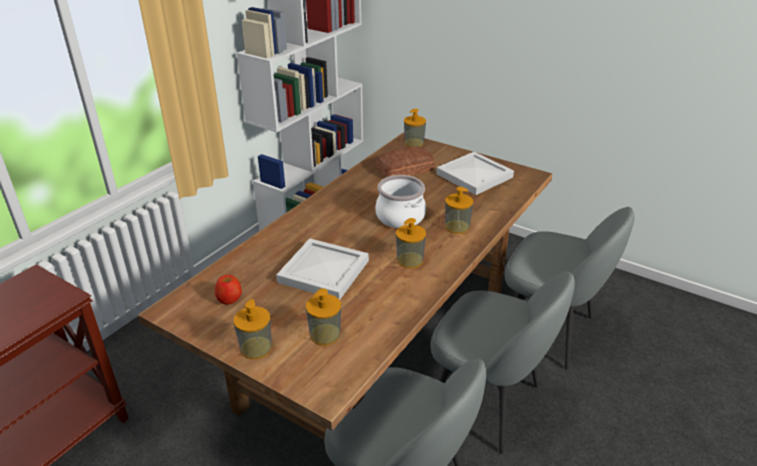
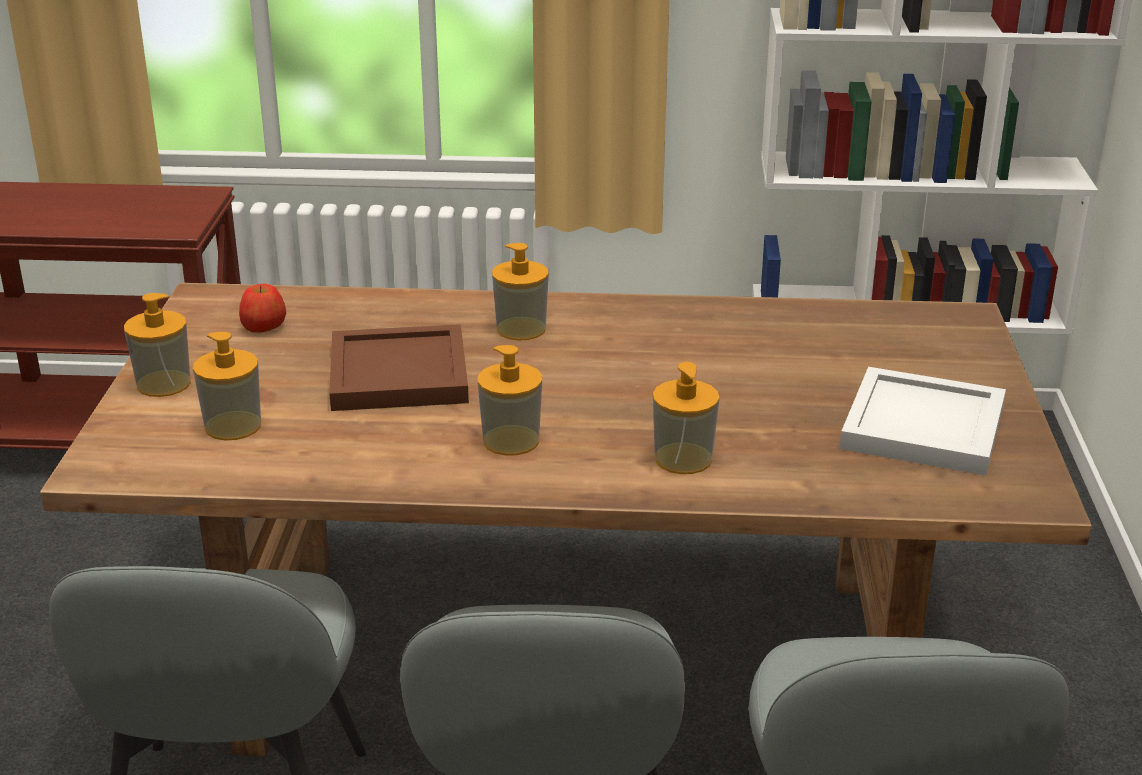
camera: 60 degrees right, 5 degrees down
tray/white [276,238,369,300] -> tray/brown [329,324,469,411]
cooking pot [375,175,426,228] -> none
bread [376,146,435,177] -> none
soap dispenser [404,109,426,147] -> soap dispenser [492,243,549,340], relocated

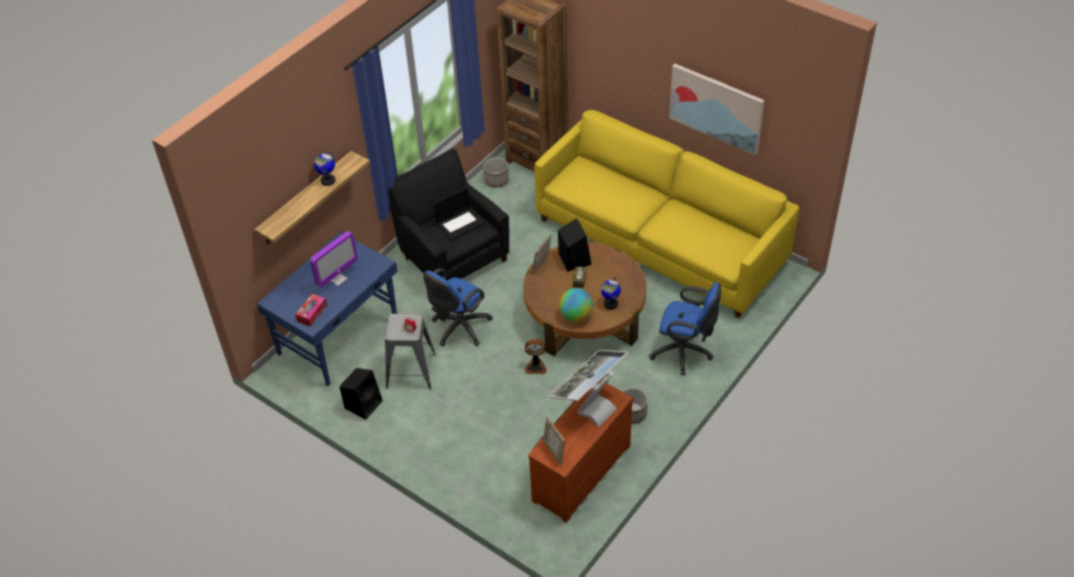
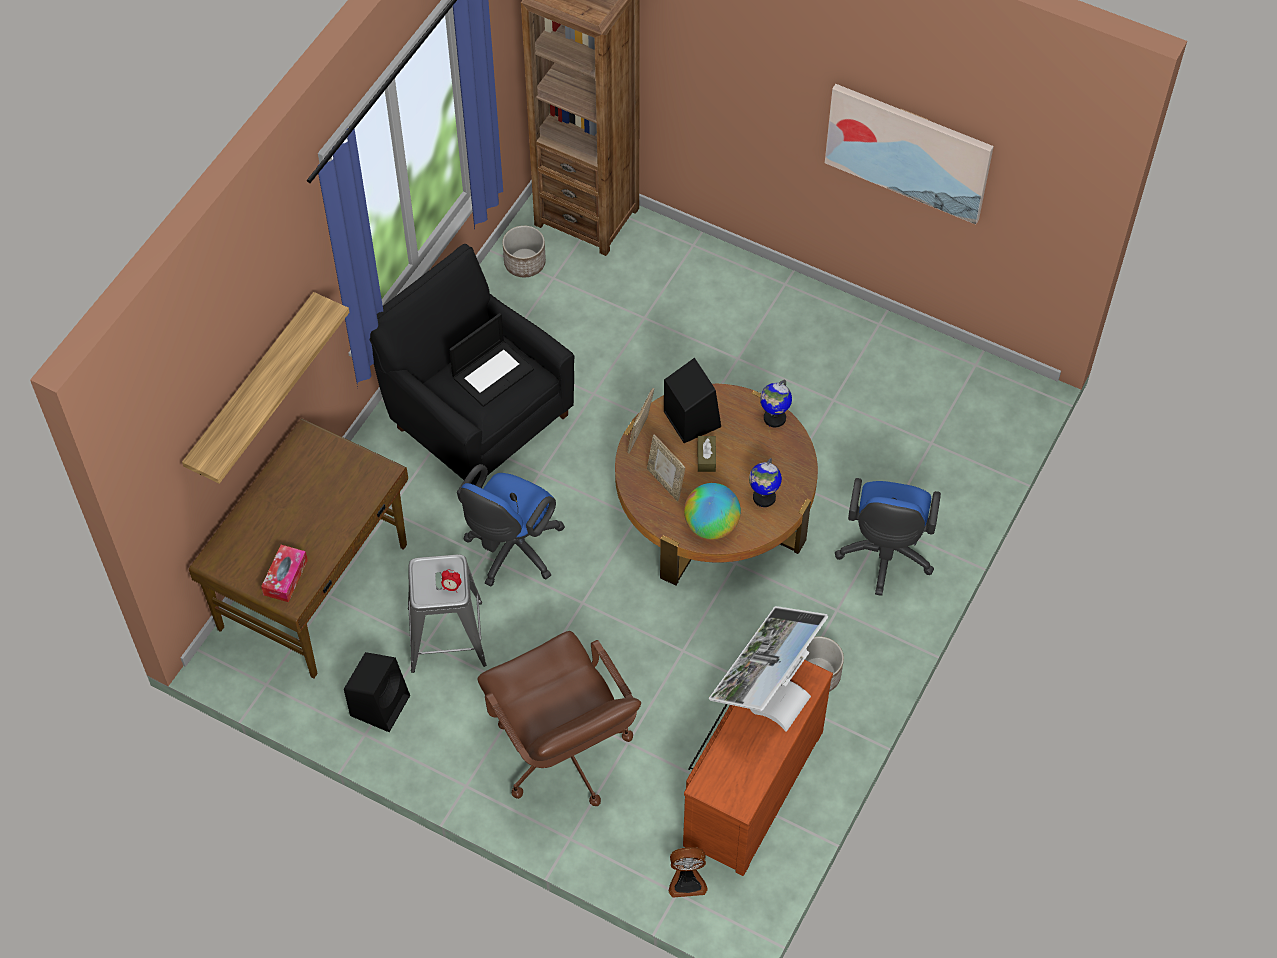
camera: 10 degrees left, 10 degrees up
desk/blue [257,232,397,386] -> desk/brown [189,418,408,679]
monitor [310,231,358,287] -> none
globe [314,152,335,186] -> globe [760,380,792,428], relocated
fan [524,339,547,374] -> fan [669,847,708,898], relocated
sofa/yellow [535,110,799,319] -> none
picture frame [543,416,565,465] -> picture frame [647,434,685,501], relocated
office chair/blue [649,282,721,375] -> office chair/blue [835,478,941,596], 90 degrees clockwise
none -> office chair/brown [477,631,641,806]

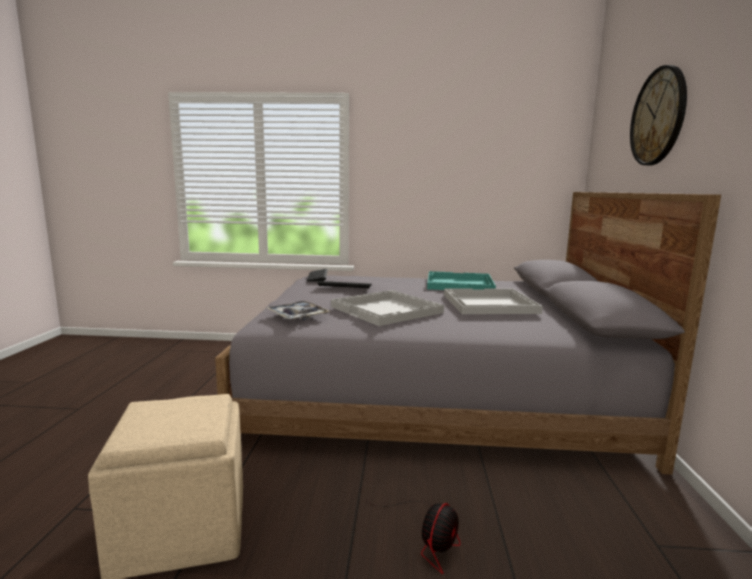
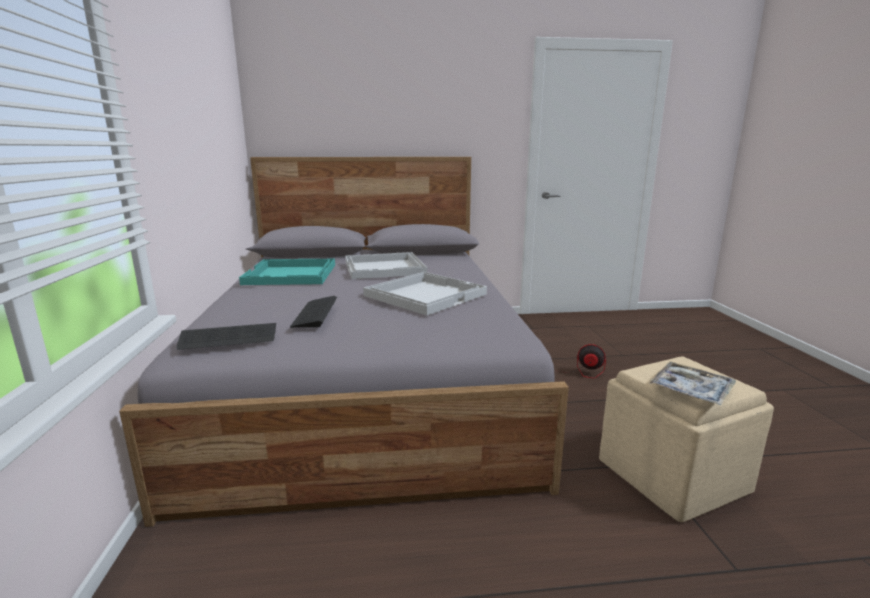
camera: 100 degrees left, 5 degrees up
tray [267,301,330,320] -> tray [649,361,736,405], relocated
wall clock [630,65,687,165] -> none

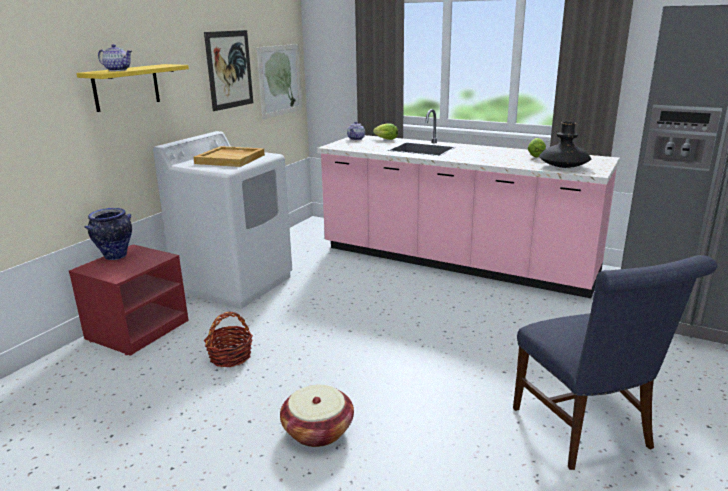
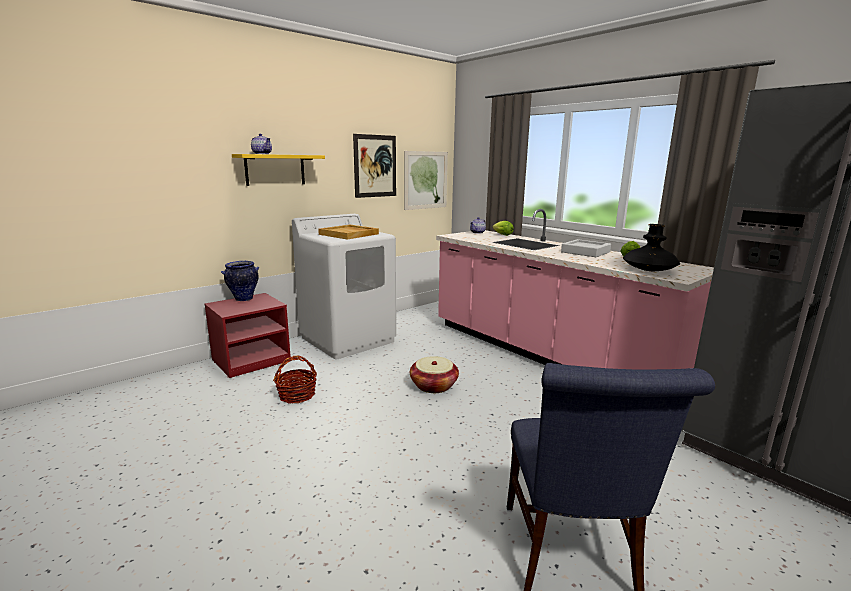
camera: 20 degrees right, 5 degrees down
basket [280,385,354,447] -> basket [410,356,459,393], relocated
none -> tray/grey [561,239,611,257]

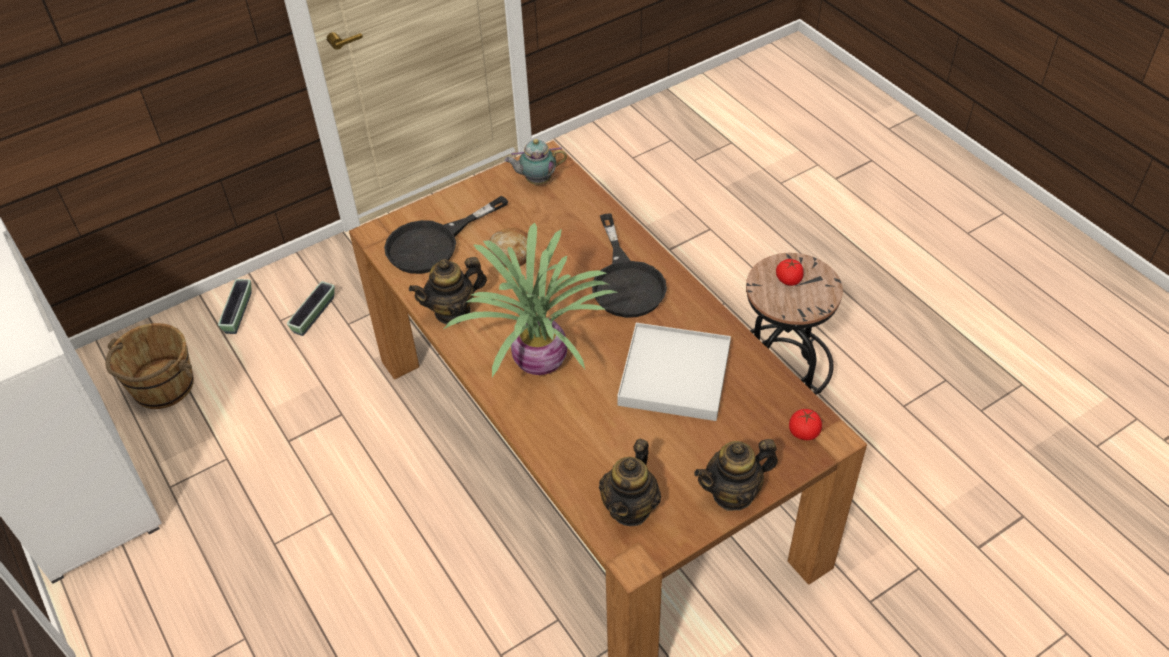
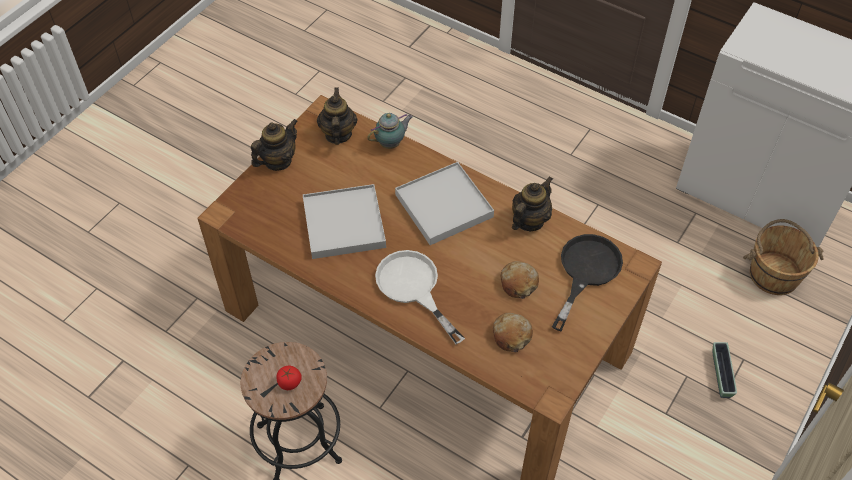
camera: 155 degrees right, 5 degrees up
planter [218,279,252,334] -> none
potted plant [444,222,617,377] -> tray/white [395,162,494,245]
teapot [504,139,567,185] -> teapot [367,113,413,149], relocated
frying pan/black [592,213,667,318] -> frying pan/white [375,250,465,344]
tomato [789,409,822,440] -> none
none -> bread [493,313,533,353]

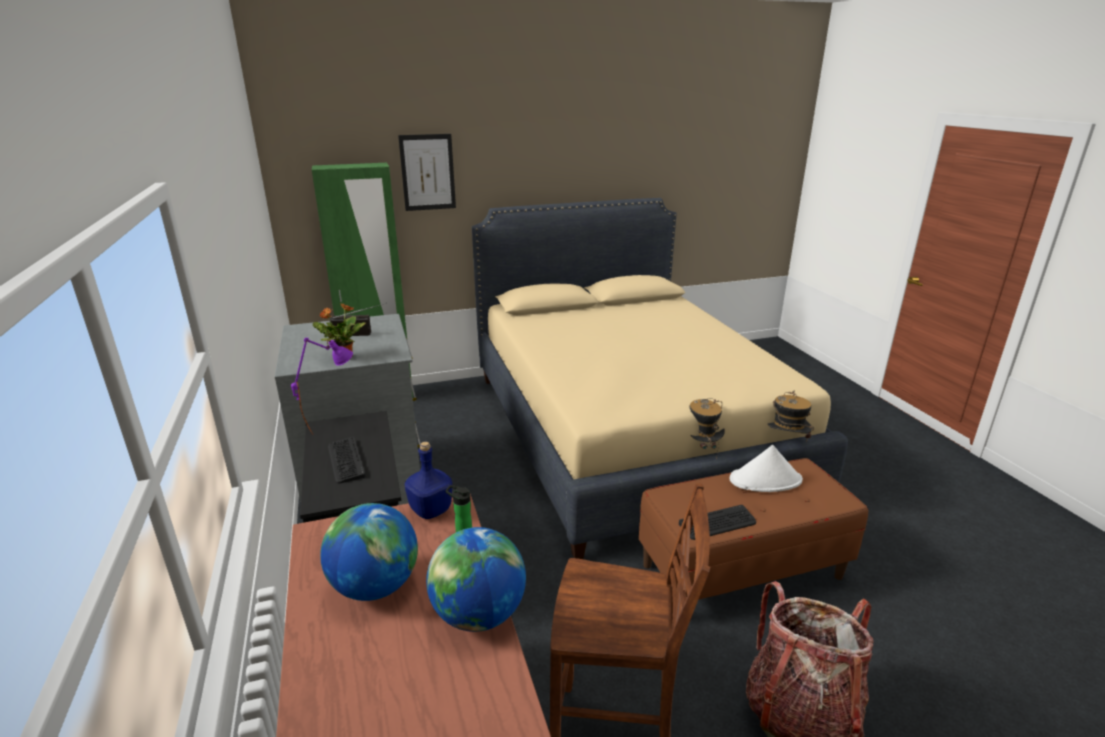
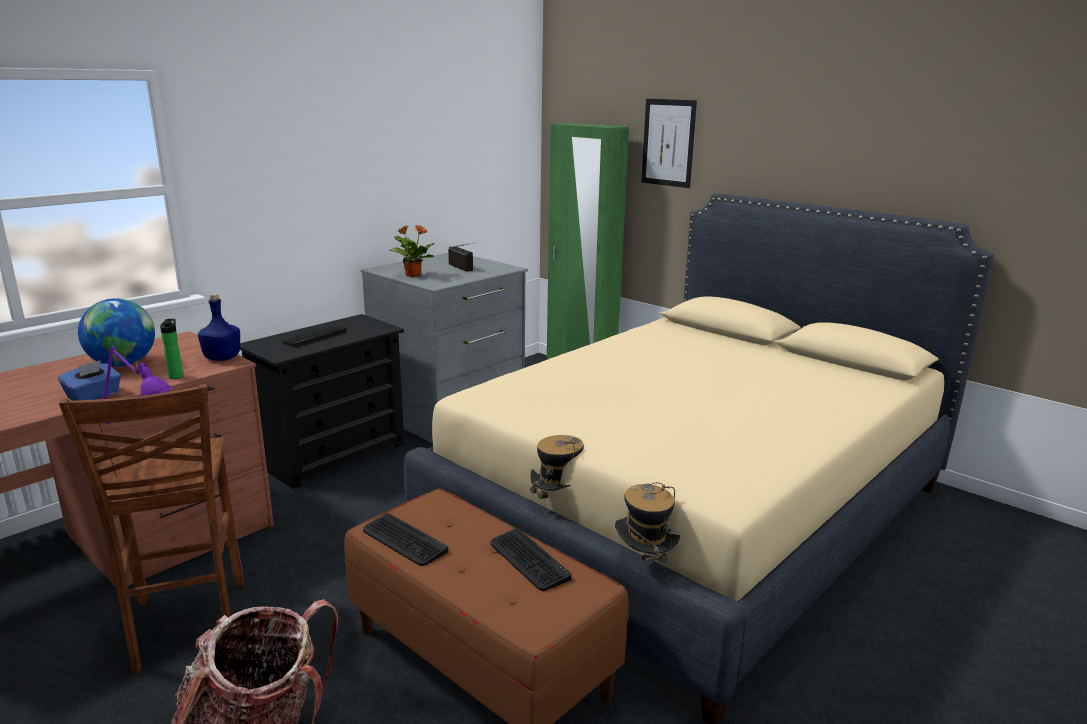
camera: 60 degrees right, 5 degrees down
table lamp/purple [291,337,353,435] -> table lamp/purple [99,346,173,478], relocated
globe [426,527,526,632] -> tissue box/blue [58,360,121,401]
hat/white [730,445,803,492] -> keyboard [491,528,572,591]

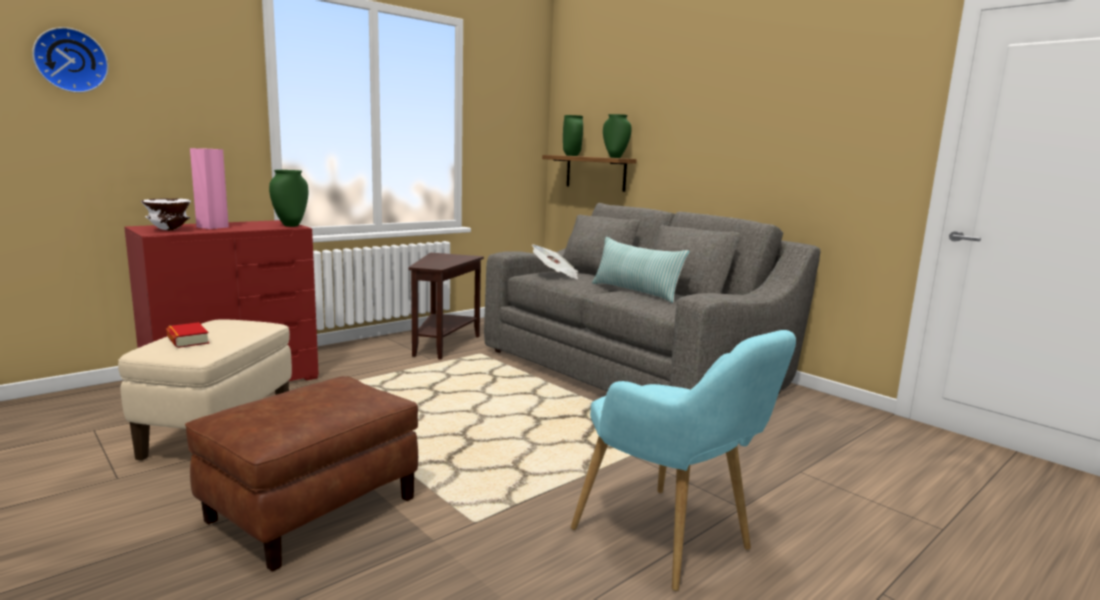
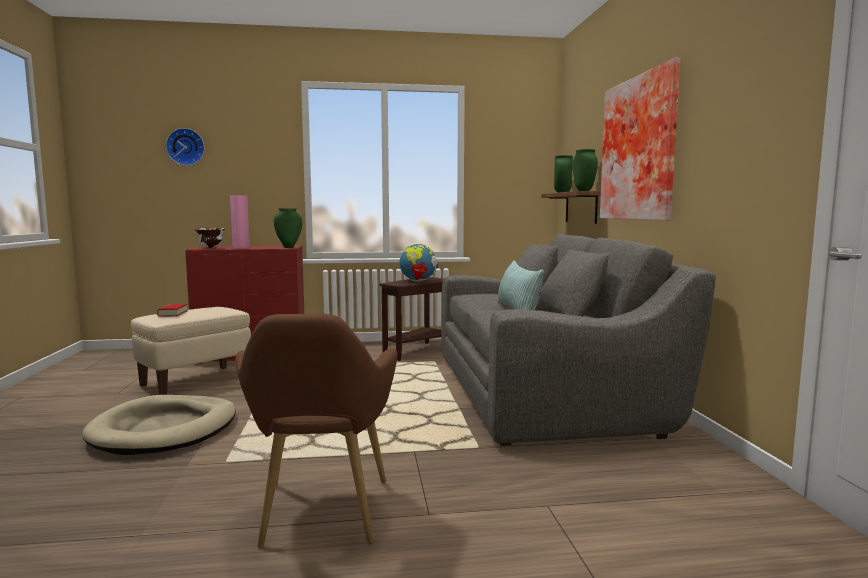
camera: 35 degrees right, 5 degrees down
ottoman/brown [185,376,418,572] -> dog bed/beige [82,395,236,455]
newspaper [532,244,578,279] -> none
armchair/turquoise [571,330,796,591] -> armchair/brown [235,314,398,548]
none -> globe [400,244,438,282]
none -> picture [600,57,680,220]

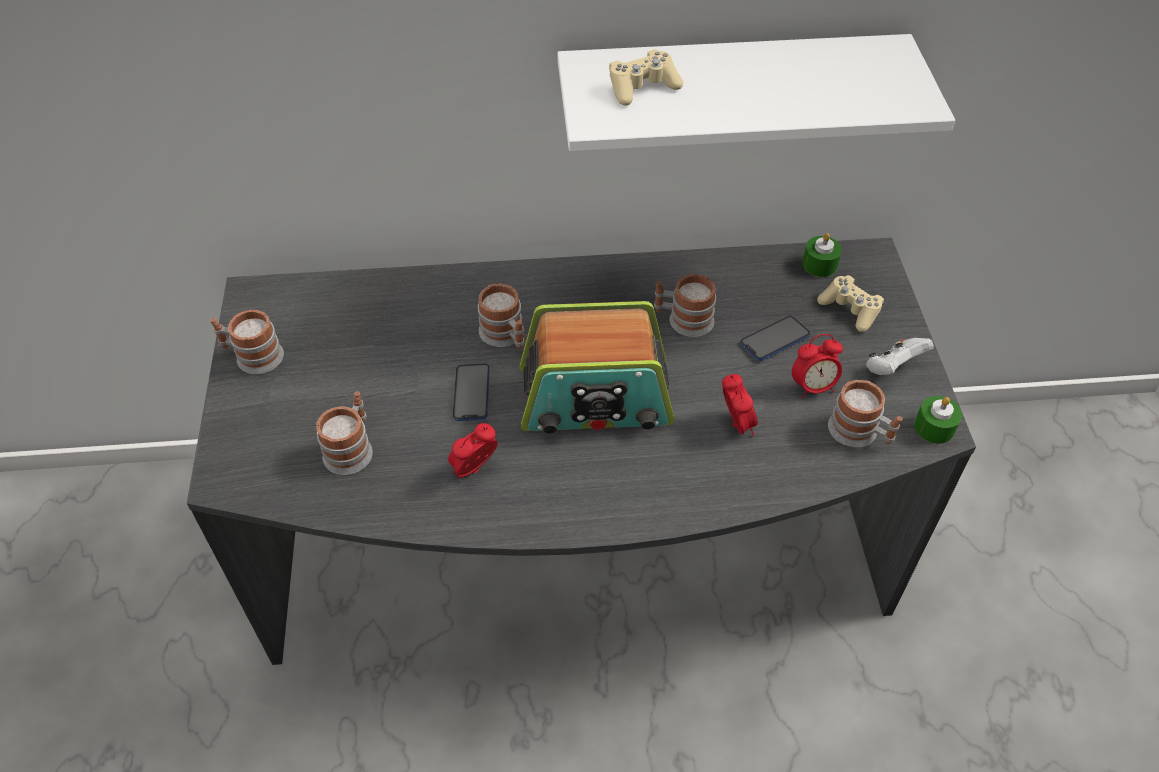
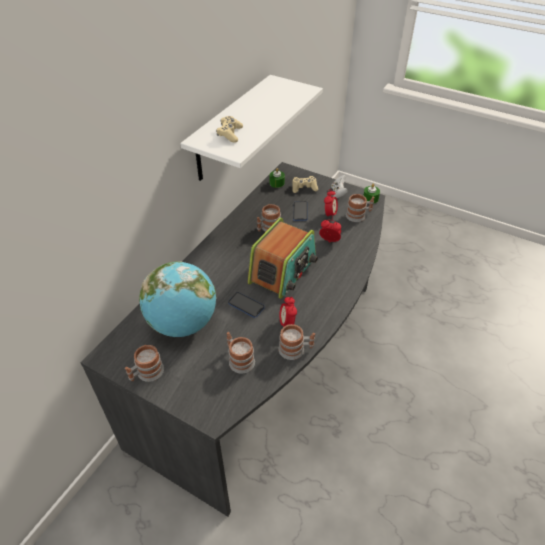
camera: 55 degrees left, 5 degrees down
mug [478,283,524,349] -> mug [278,324,315,360], relocated
none -> globe [139,261,217,337]

